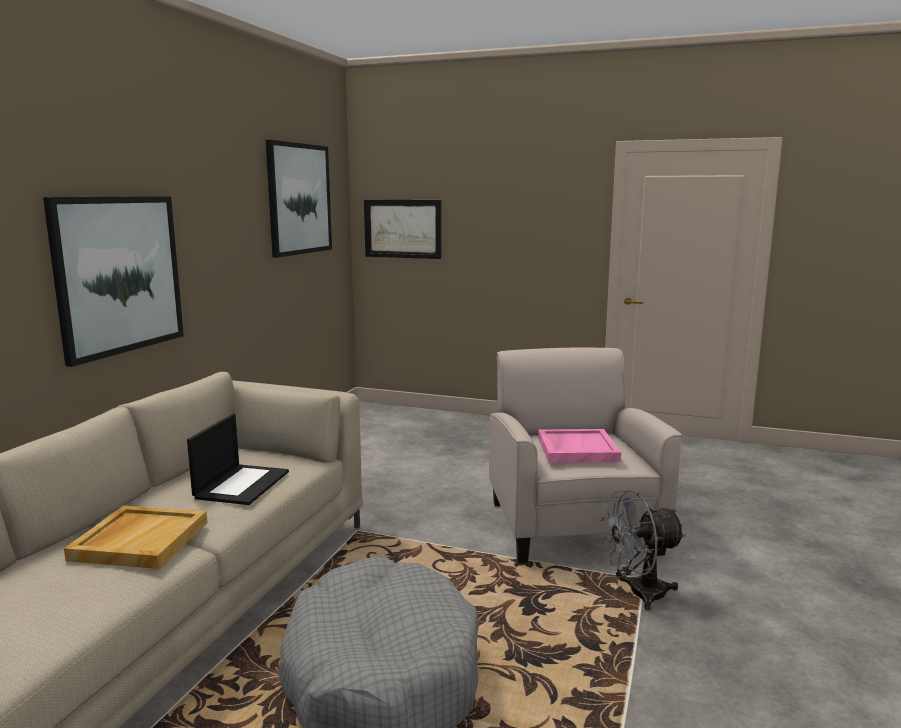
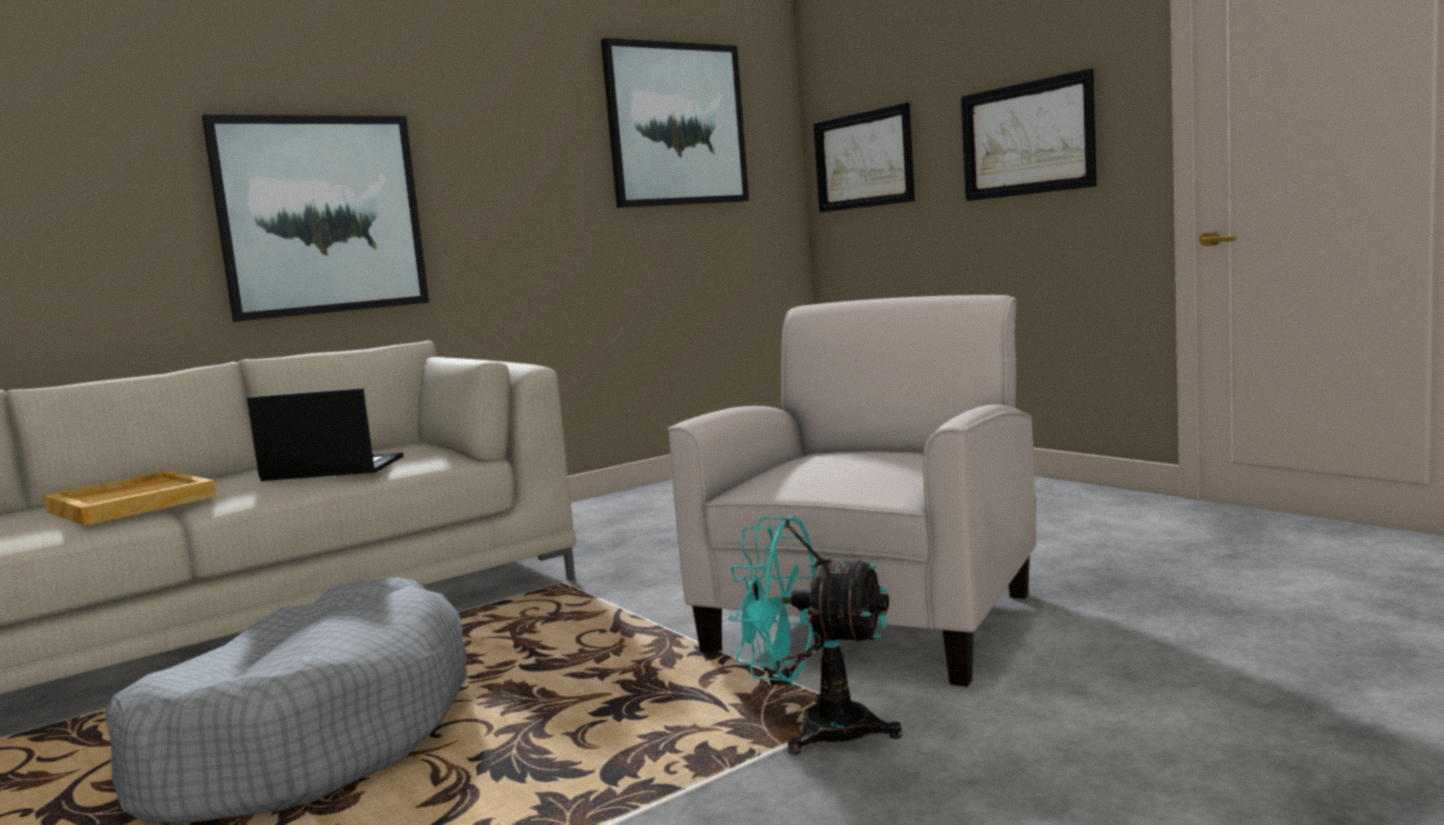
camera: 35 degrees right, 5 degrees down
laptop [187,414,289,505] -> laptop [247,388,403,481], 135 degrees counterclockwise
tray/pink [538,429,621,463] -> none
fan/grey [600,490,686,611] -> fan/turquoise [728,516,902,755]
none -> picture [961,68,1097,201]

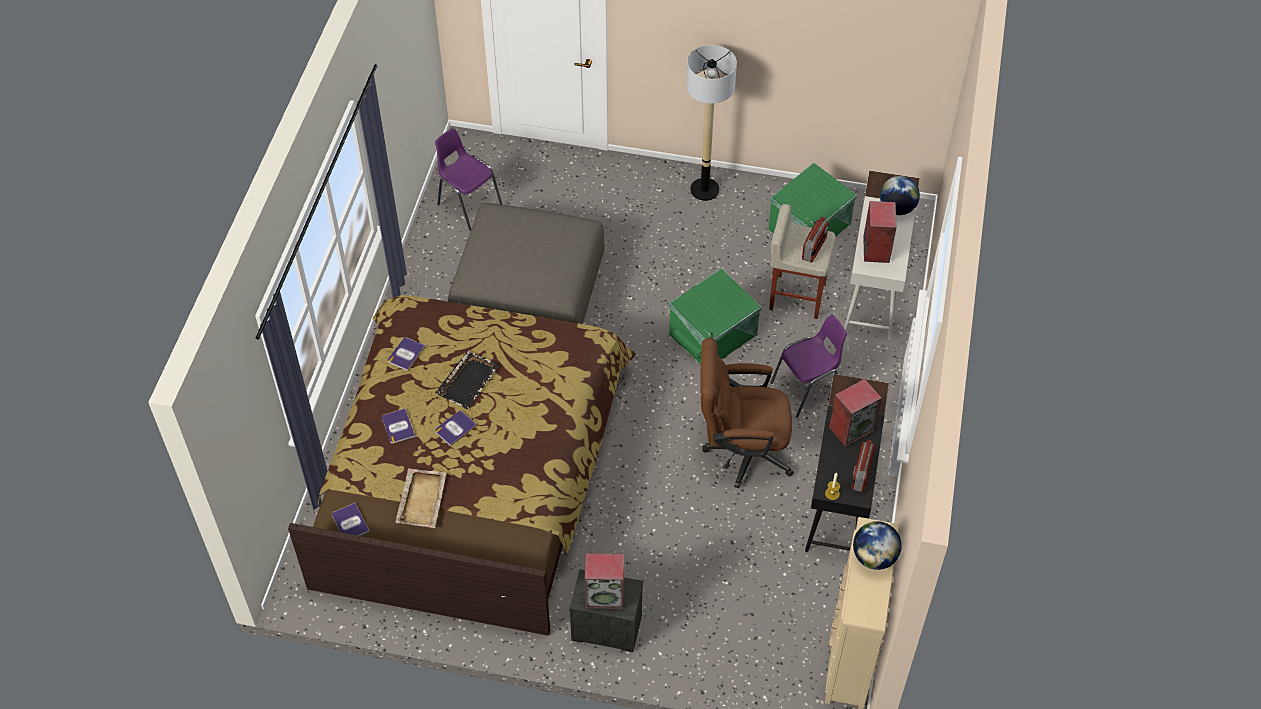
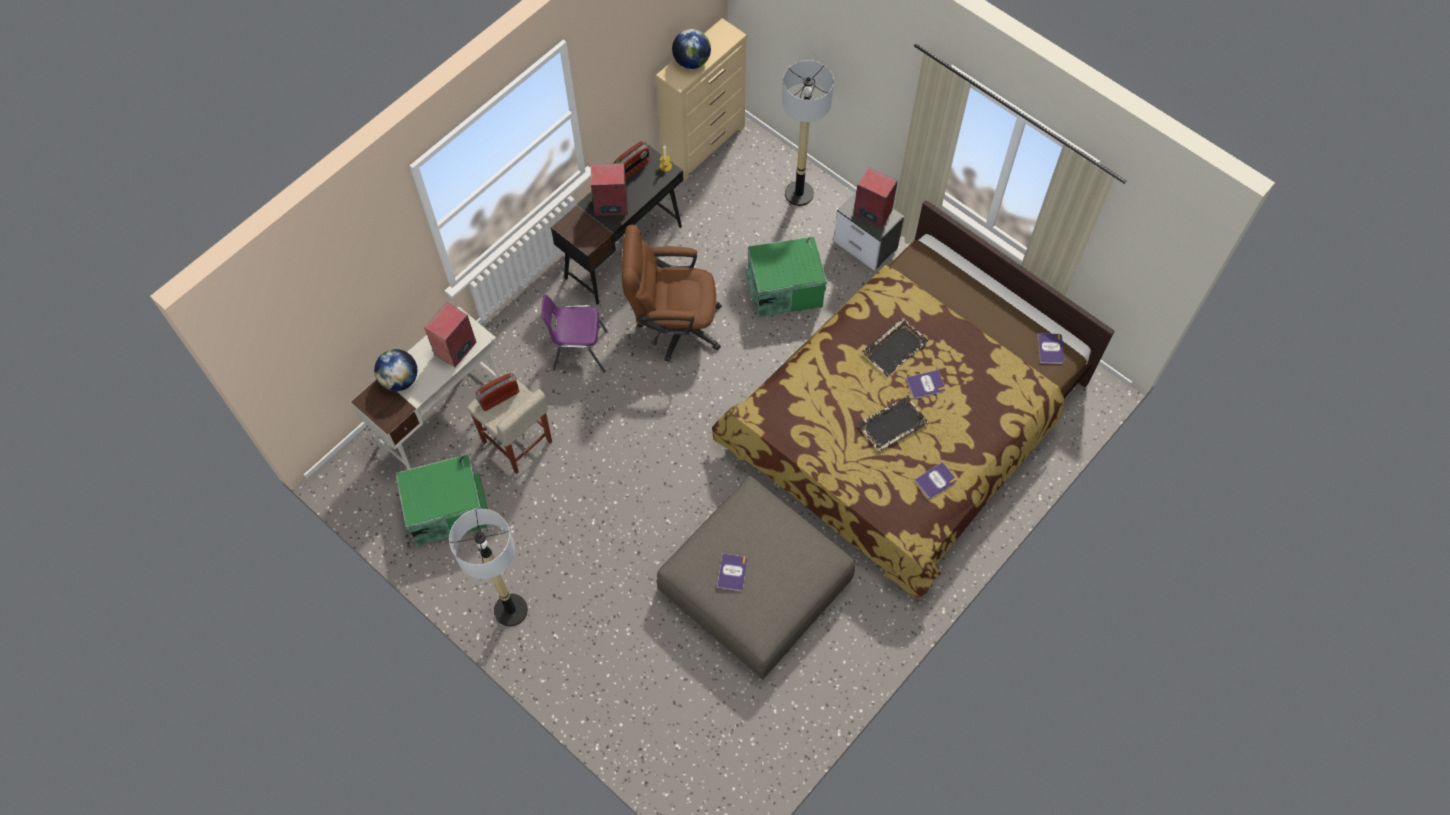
camera: 150 degrees left, 10 degrees up
book [382,408,415,443] -> book [717,554,747,591], relocated
tray/beige [396,468,447,528] -> none
chair/purple [435,128,503,231] -> none
storage box/green [669,268,762,364] -> storage box/green [746,236,827,317], relocated
office chair/brown [700,338,794,488] -> office chair/brown [622,225,722,362], 150 degrees clockwise
none -> floor lamp [782,60,834,206]
none -> tray/black [862,318,929,377]

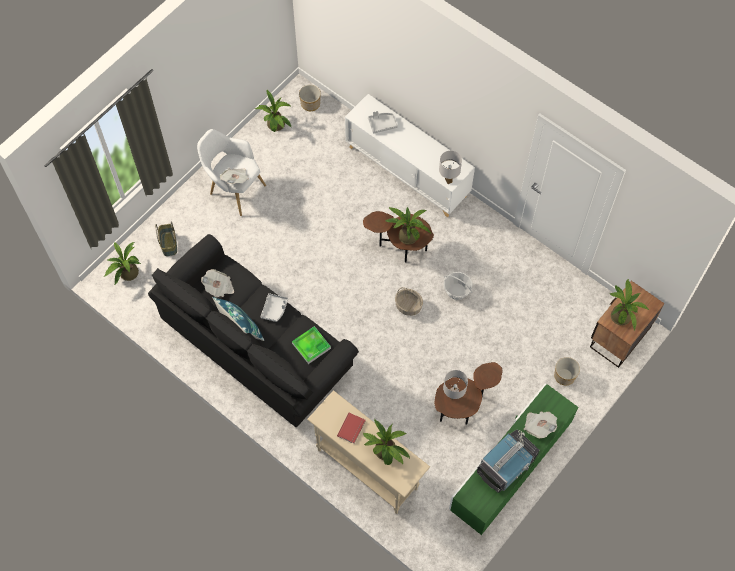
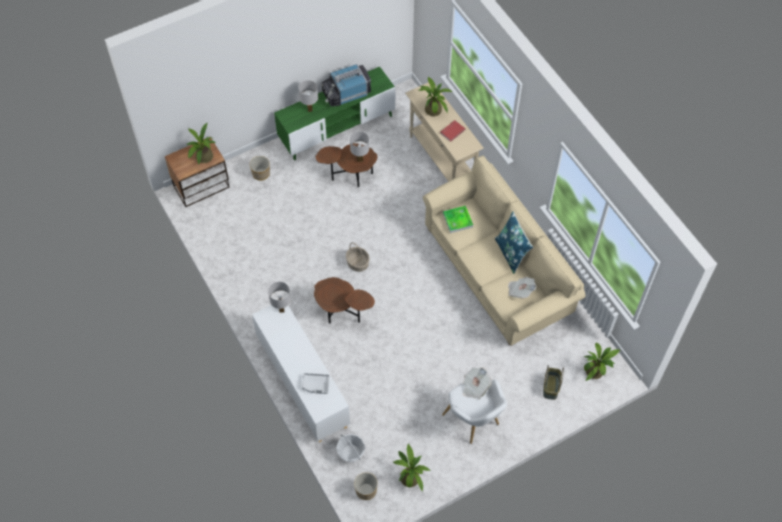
camera: 160 degrees left, 5 degrees down
sofa/black [148,234,359,427] -> sofa/beige [423,155,586,346]
tray/grey [260,293,288,322] -> none
potted plant [385,207,431,245] -> none
basket [444,272,473,300] -> basket [336,434,365,462], relocated
newspaper [524,411,557,438] -> table lamp/white [298,80,318,112]

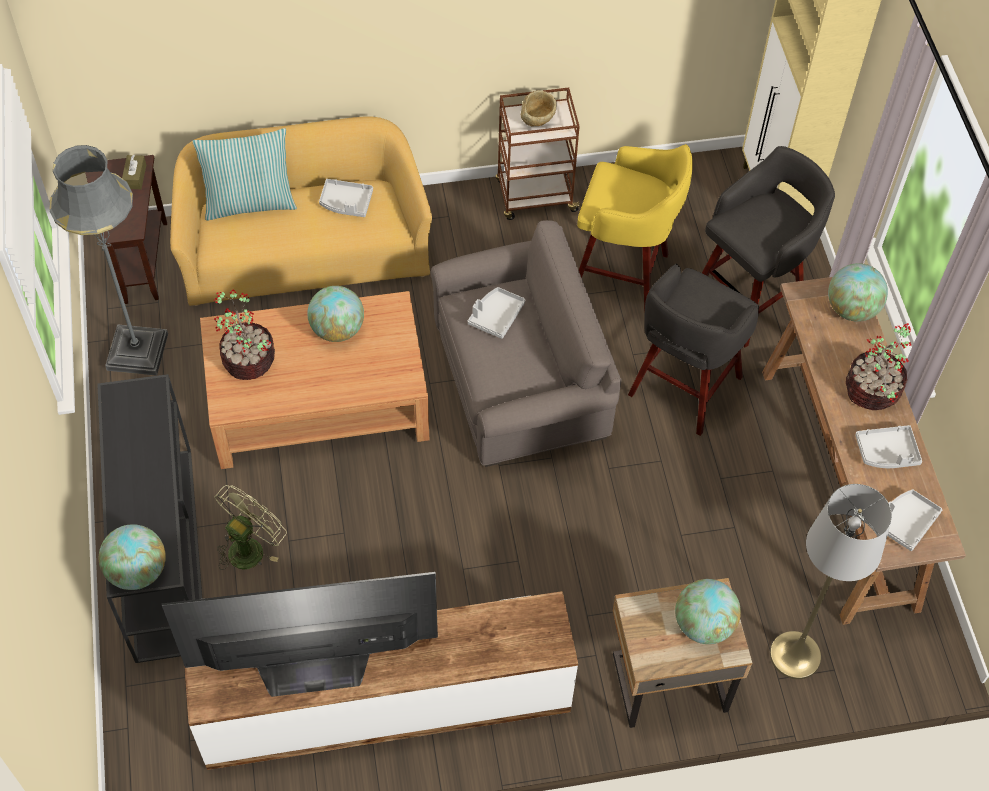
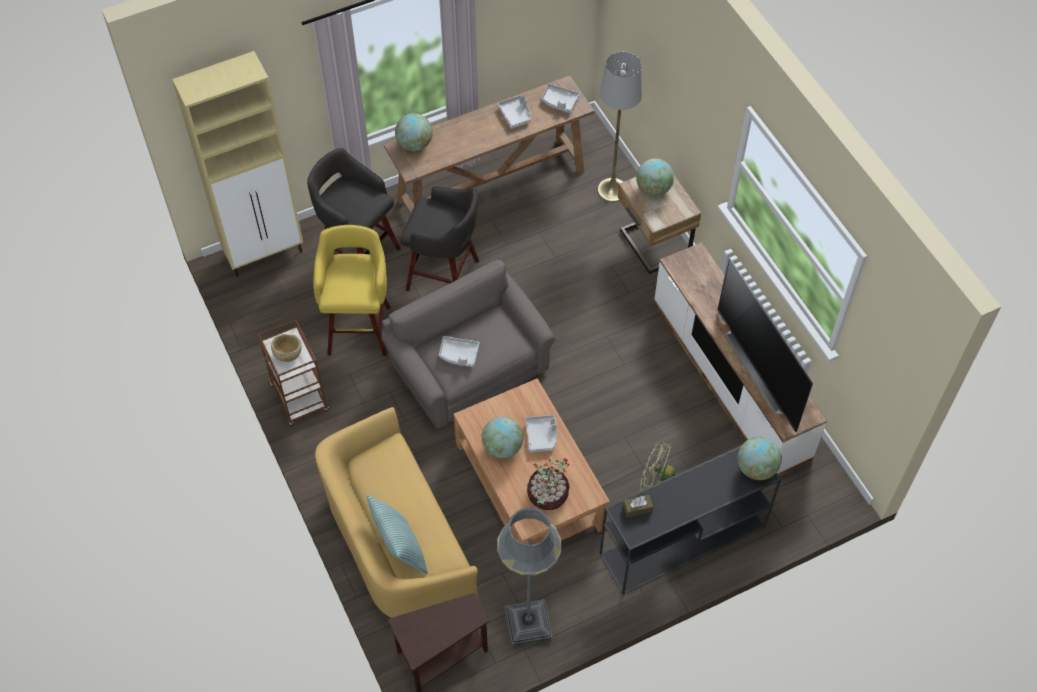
camera: 105 degrees left, 0 degrees up
tissue box/brown [122,155,146,189] -> tissue box/brown [623,495,653,518], relocated
tray/grey [319,179,373,217] -> tray/grey [525,415,557,453], relocated
potted plant [846,323,911,410] -> none

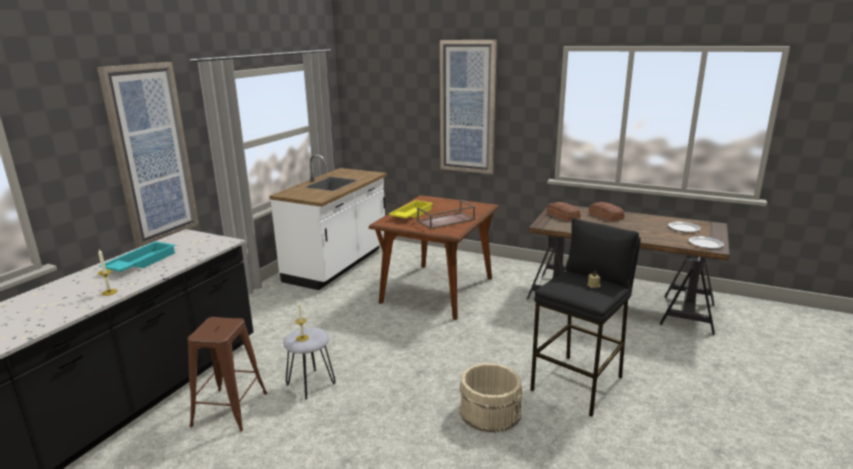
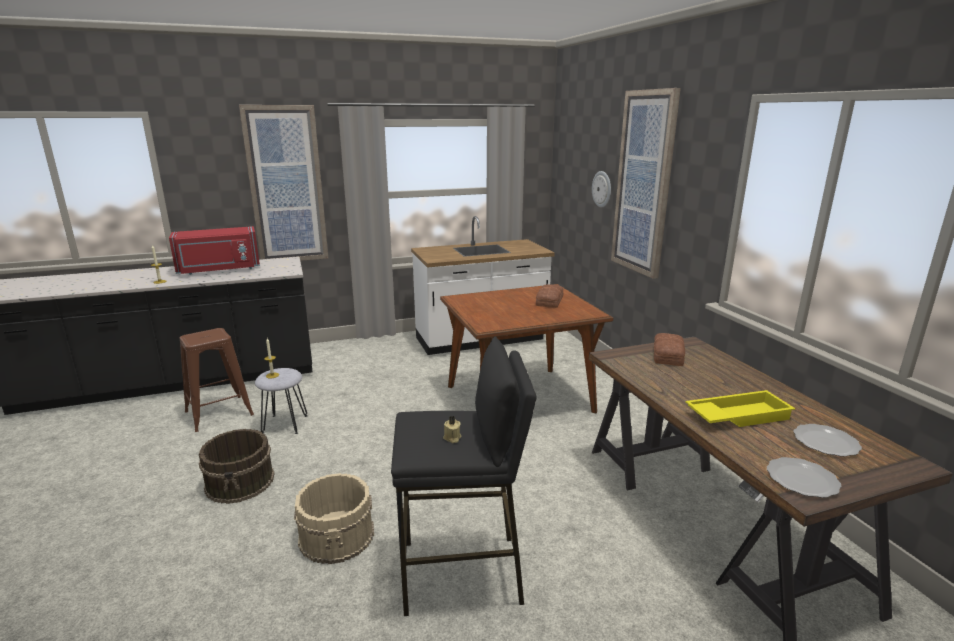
camera: 45 degrees right, 0 degrees up
tray/turquoise [99,242,175,272] -> microwave/red [169,226,260,275]
tray/yellow [389,200,433,218] -> tray/yellow [685,390,796,427], relocated
tray/brown [417,200,475,229] -> none
bread [589,202,624,221] -> bread [536,284,563,308], relocated
none -> bucket/brown [199,429,275,504]
none -> wall clock [592,171,611,208]

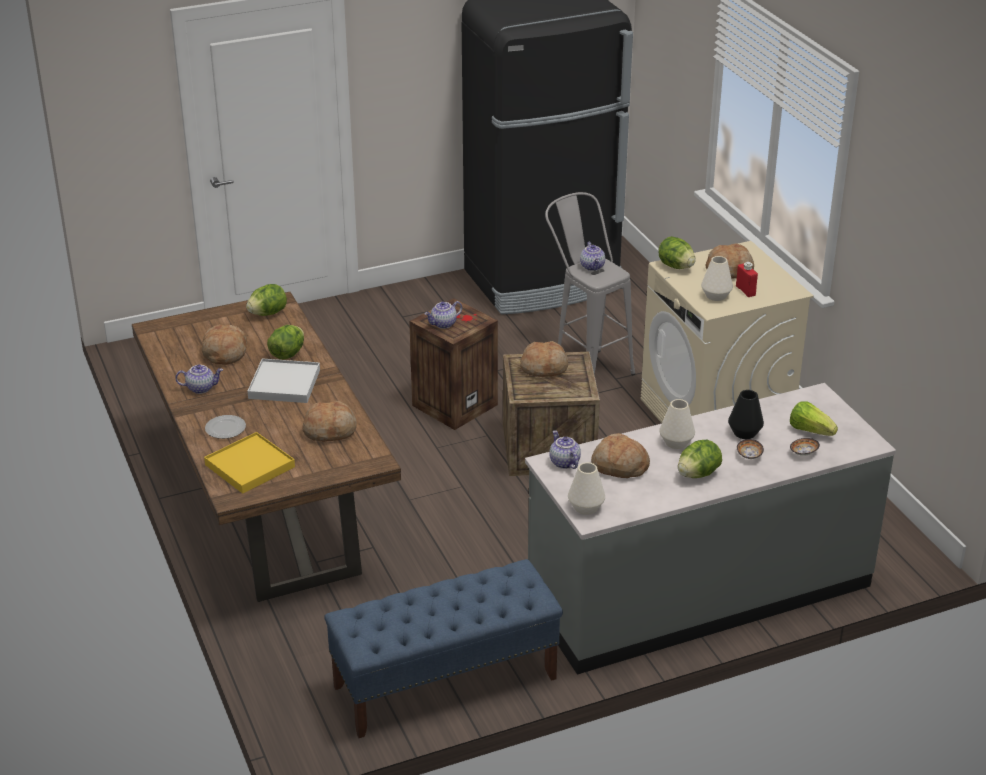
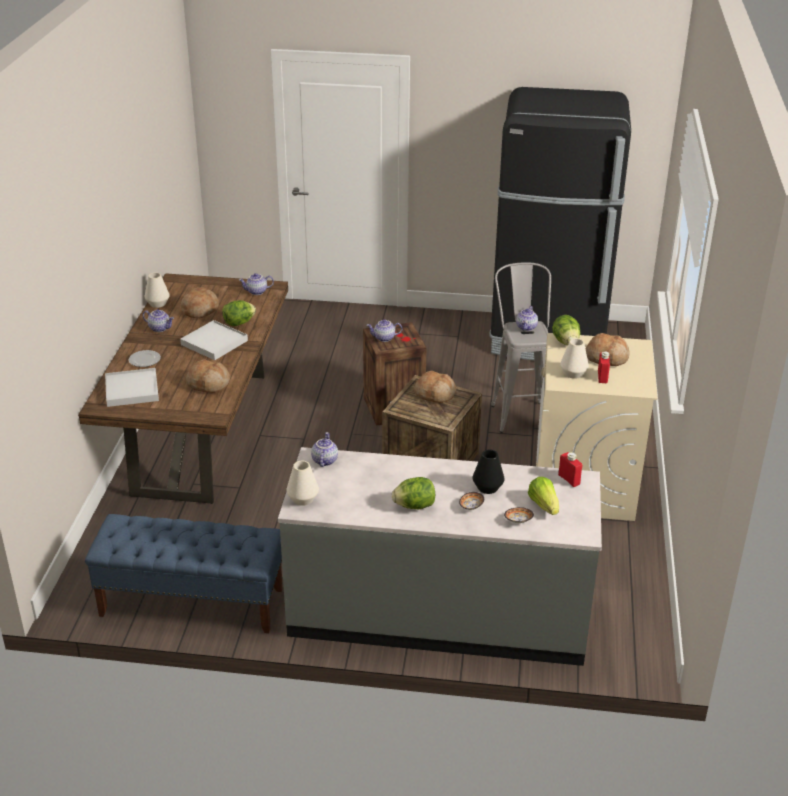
camera: 30 degrees right, 0 degrees up
tray/yellow [204,432,295,494] -> tray/white [105,368,159,407]
lettuce [246,284,287,316] -> teapot [239,273,274,295]
bread [591,433,650,478] -> none
vase/white [660,399,695,449] -> vase/white [145,272,169,308], relocated
none -> bottle/red [558,452,582,487]

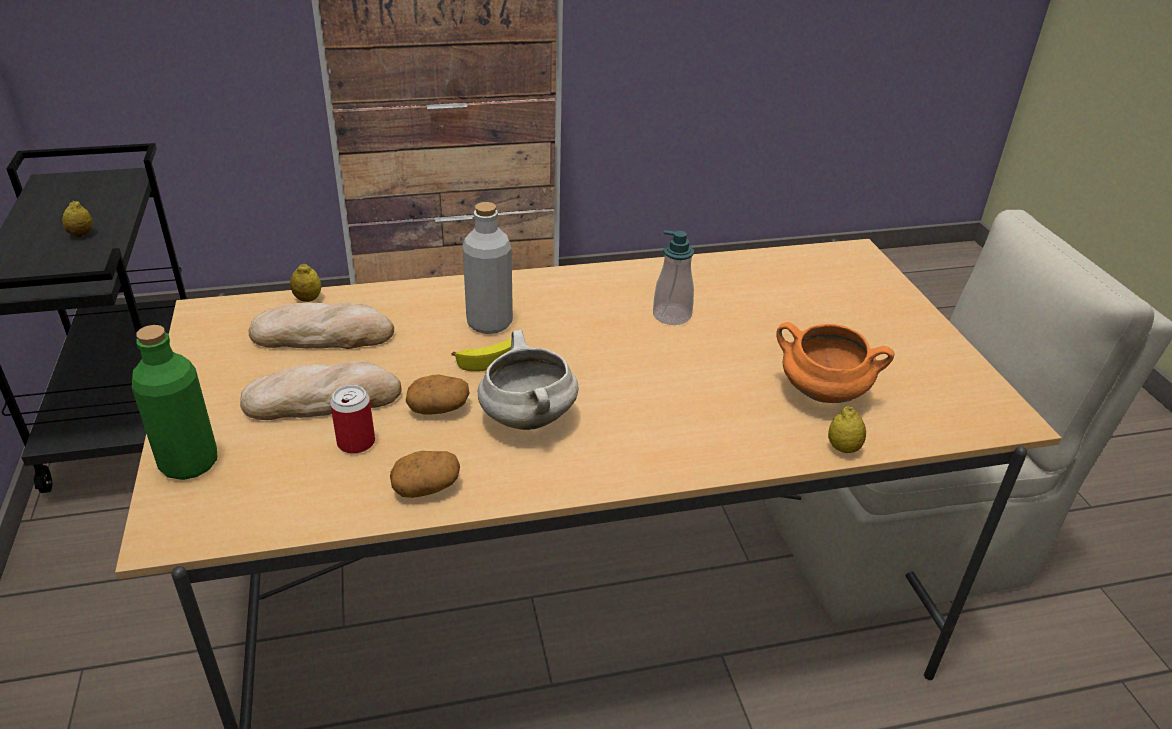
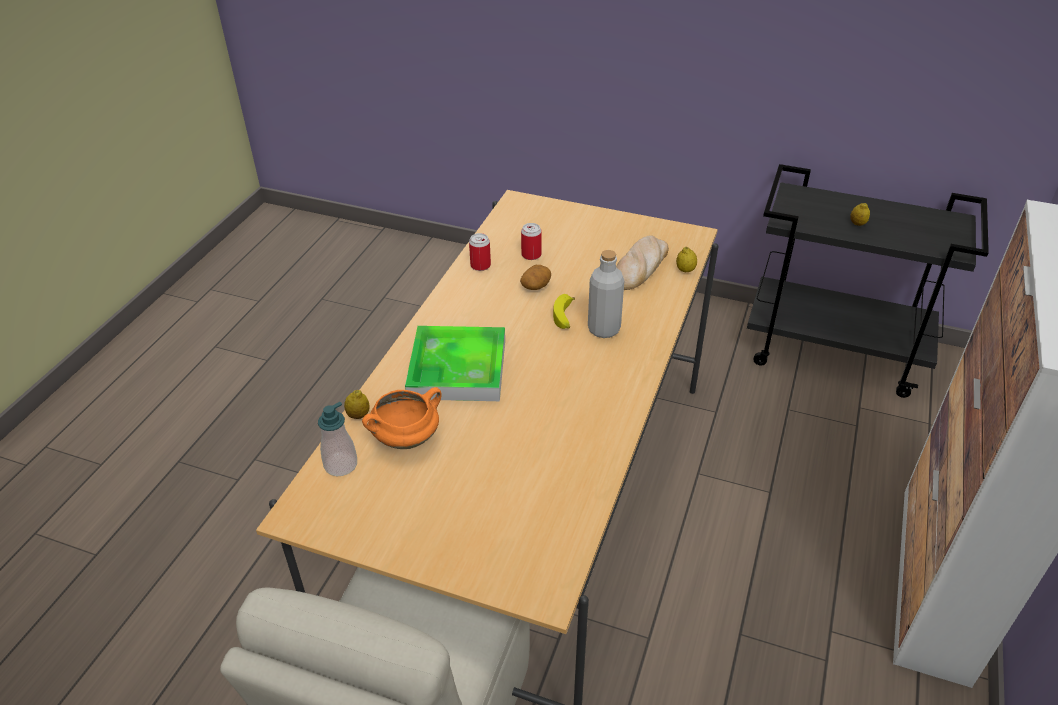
camera: 125 degrees right, 5 degrees up
bottle/green [132,325,217,480] -> none
bread [240,361,402,420] -> none
potato [390,451,460,498] -> can [469,233,491,271]
cooking pot/white [478,330,579,430] -> none
soap dispenser [653,230,694,325] -> soap dispenser [318,402,357,476], relocated
none -> tray [405,326,505,401]

